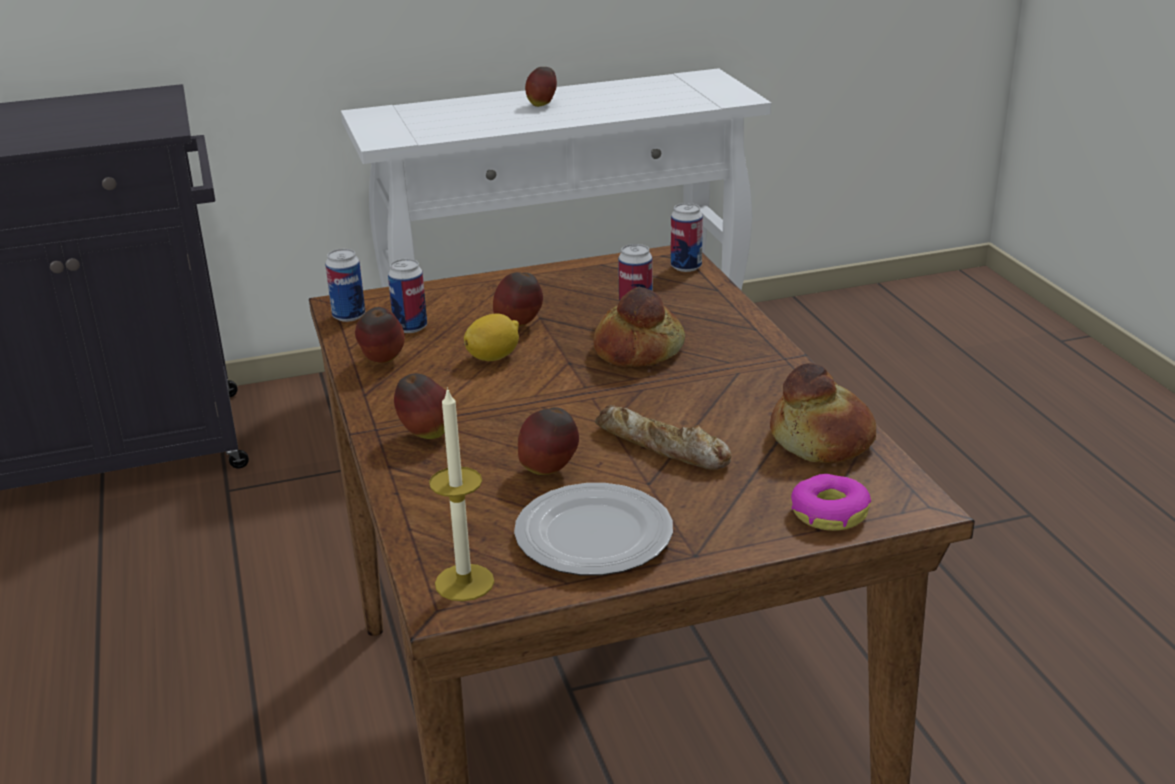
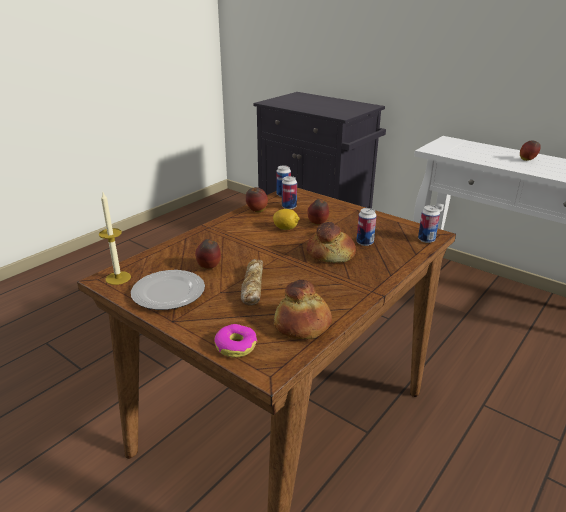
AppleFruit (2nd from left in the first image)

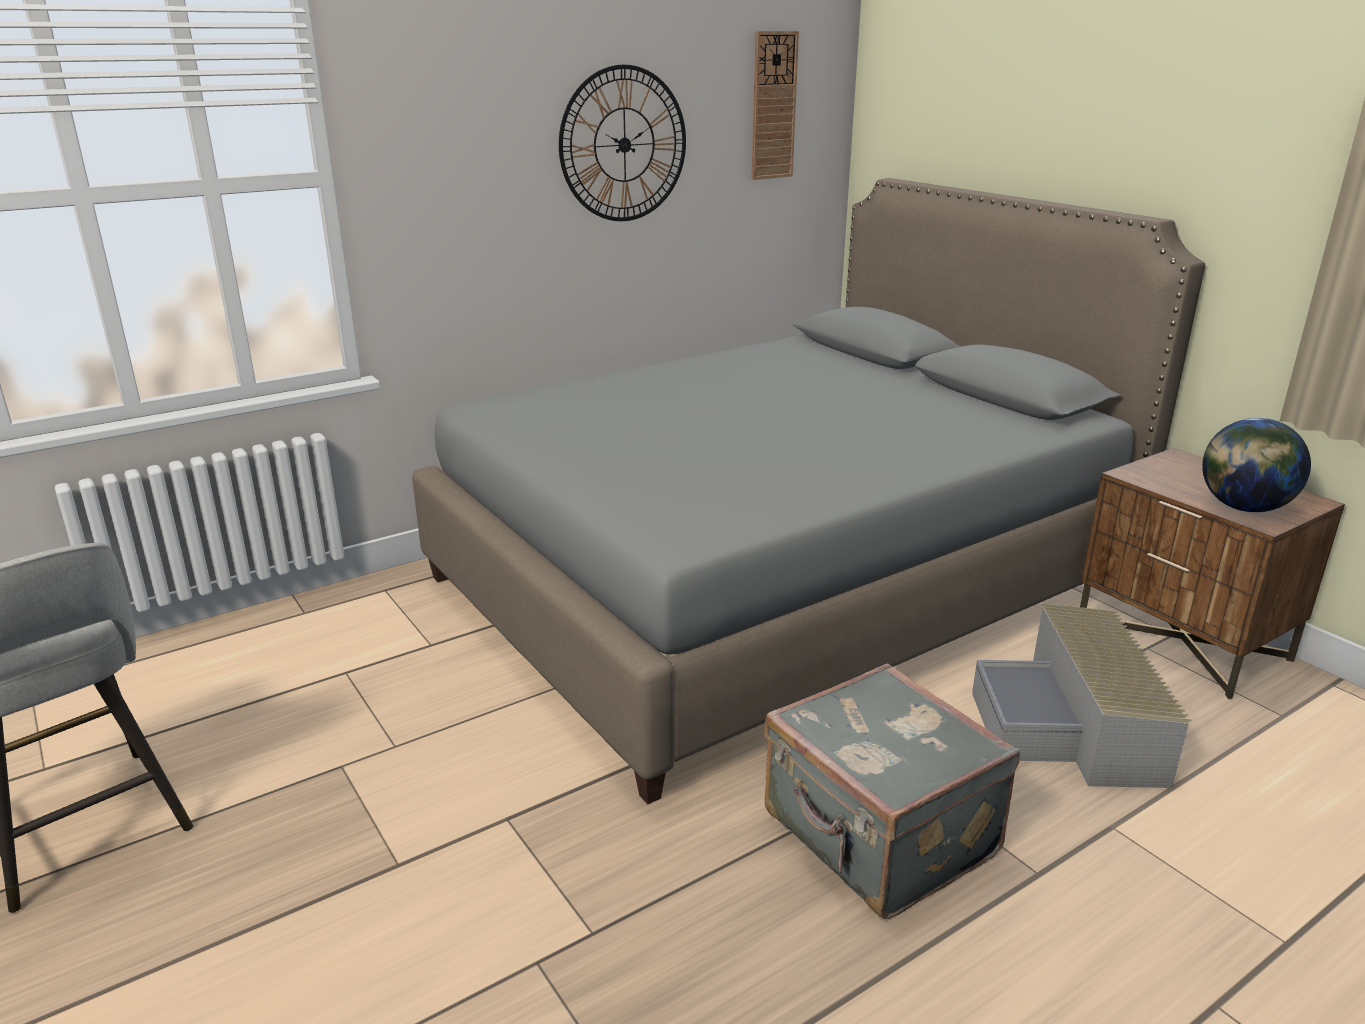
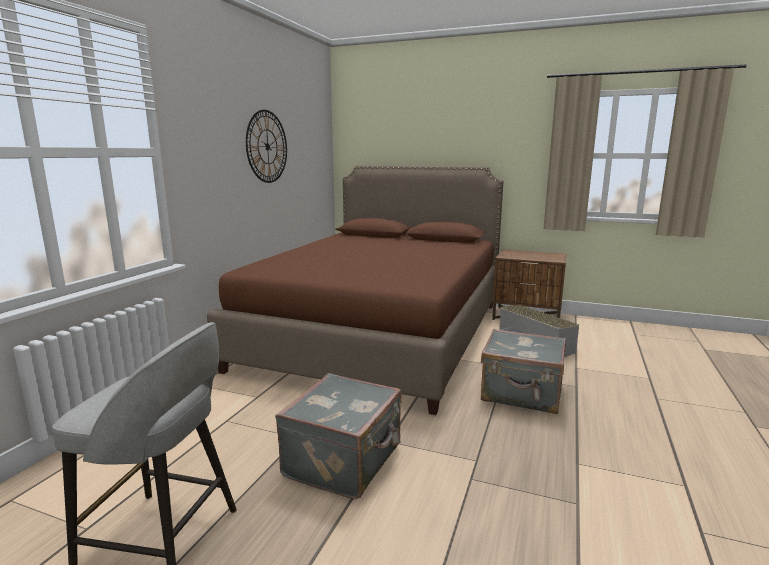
BrownishBedroomBed; ClockOnTheWall (2nd from left in the first image); DeskGlobe; GreyTravelCase (1st from left)

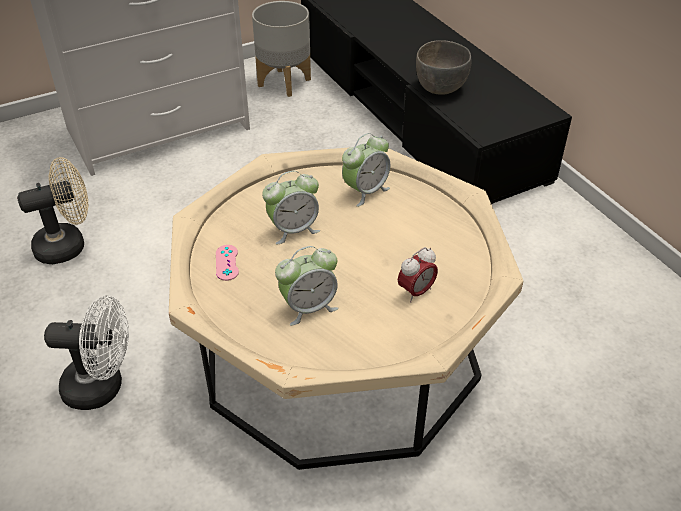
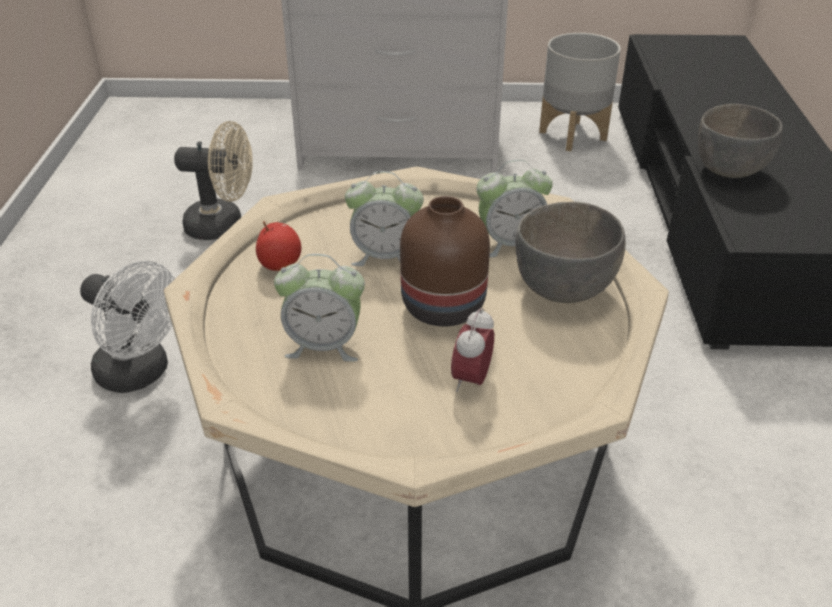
AppleFruit; AlarmClock (3rd from left); BrownishDecorativeVase; GreyDeepDish (1st from left)

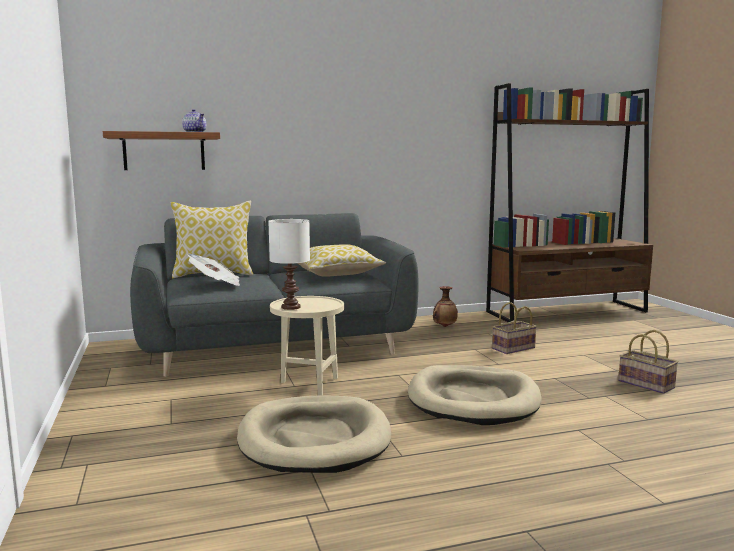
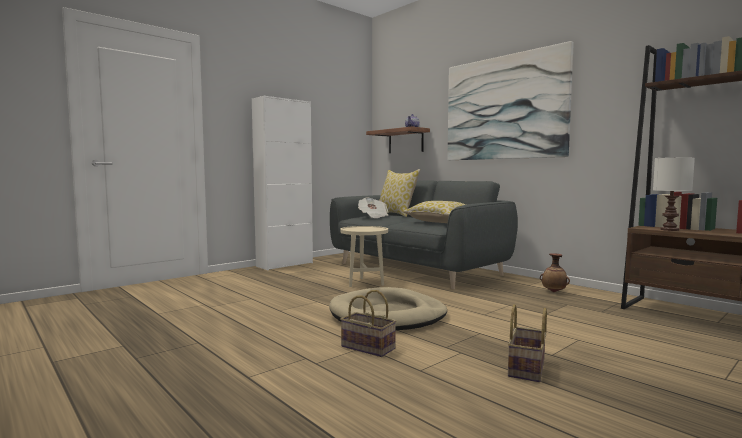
SandColouredDogBed (1st from left in the first image); WhitishTabletopLamp; HouseholdBasket (1st from left); WhitishCupboard; Picture

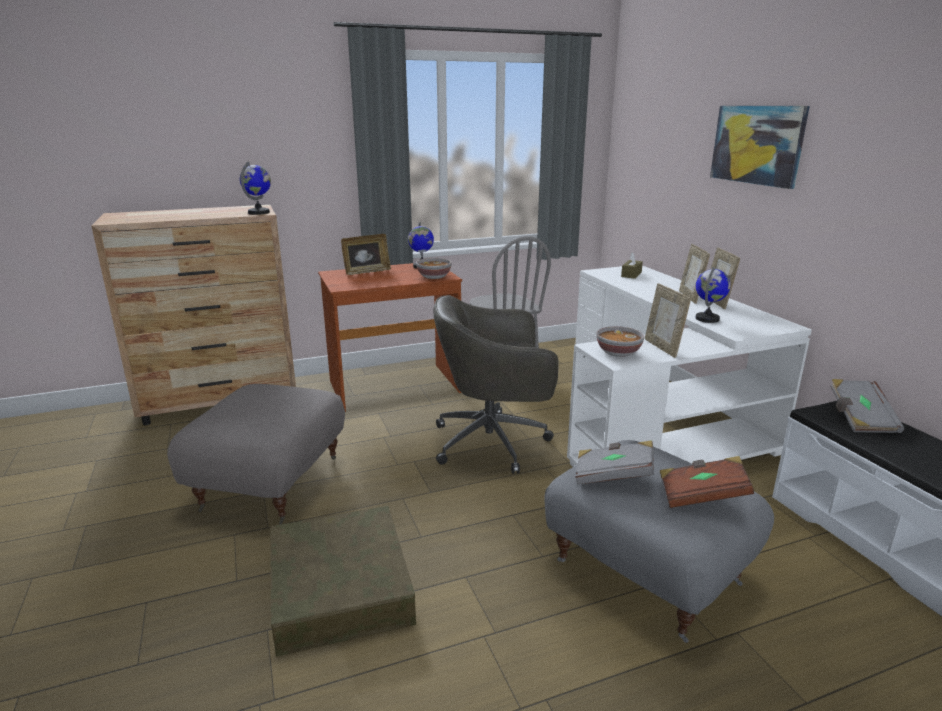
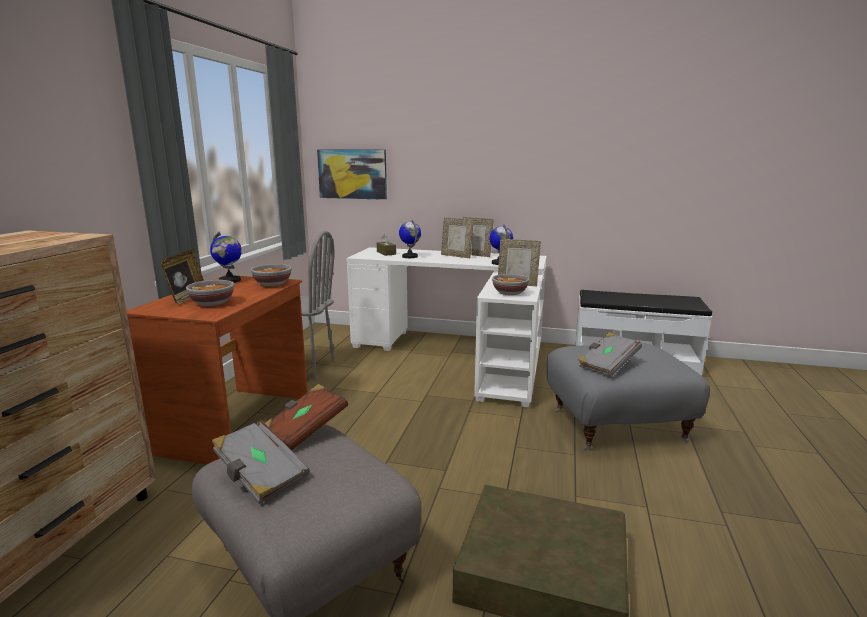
DeskGlobe (2nd from left); GreyOfficeChair; BrownishBoundBook; Picture; GreyBoundBook (1st from left); DeepDish (1st from left)

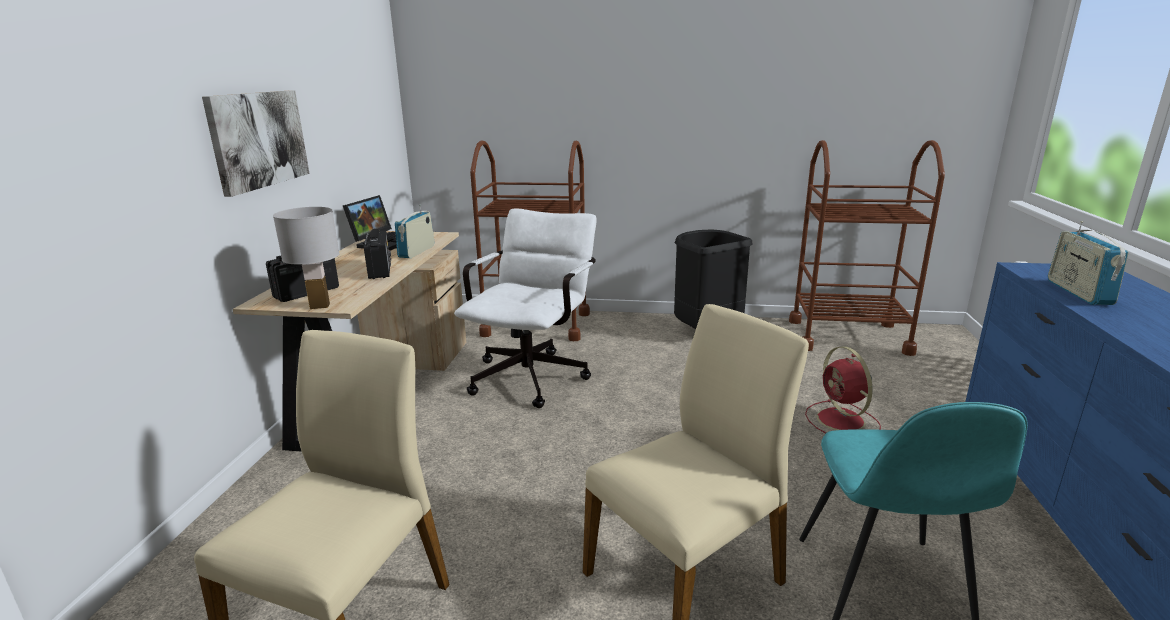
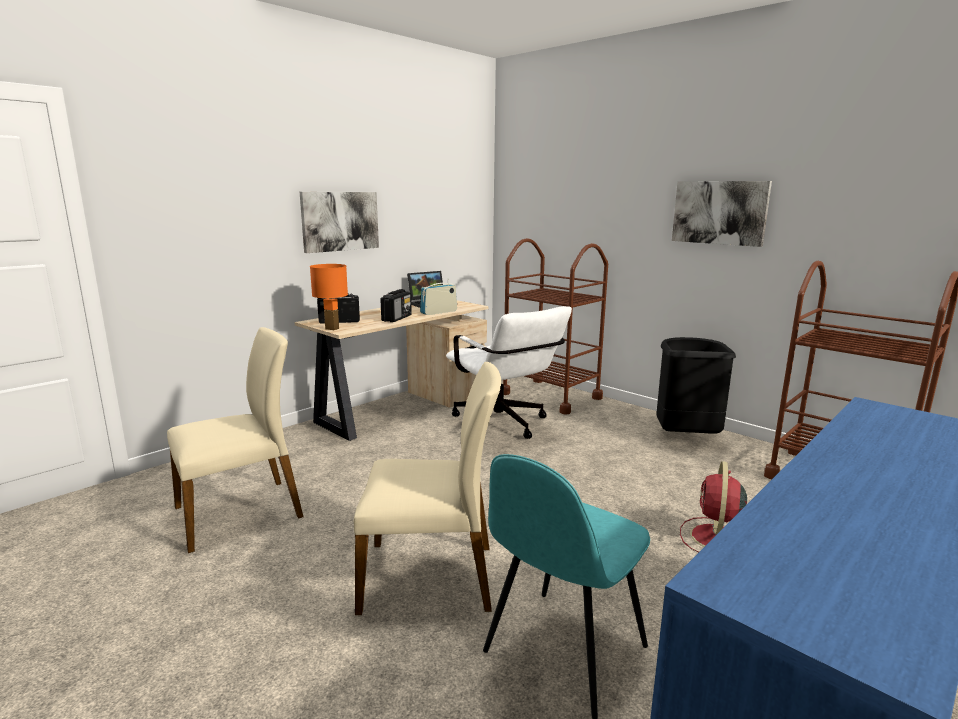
OrangeColouredTabletopLamp; WhitishOfficeChair; Radio (4th from left in the first image); Picture (2nd from left)

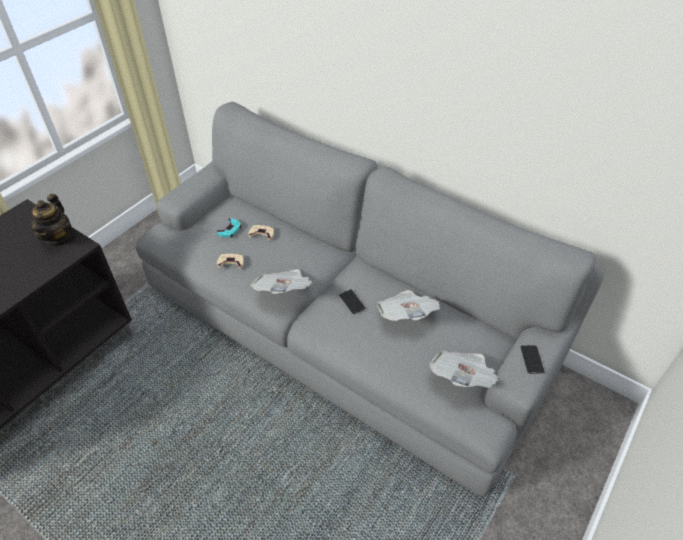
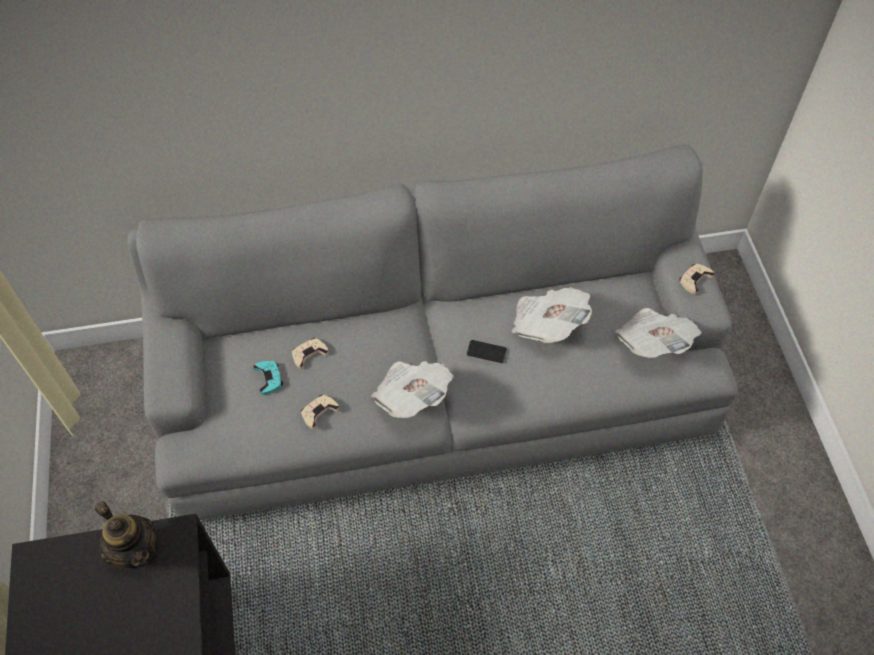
SandColouredJoypad (3rd from left)

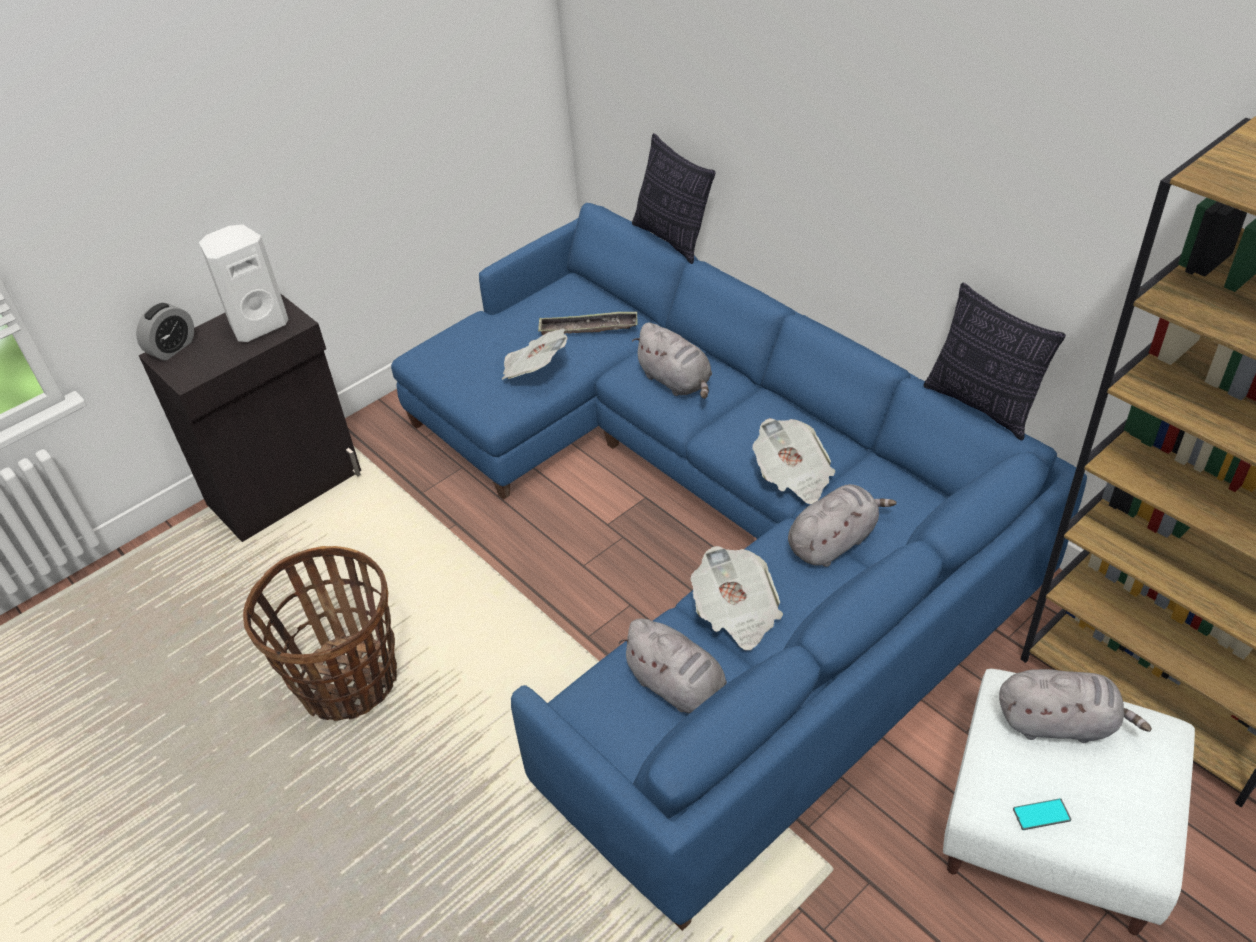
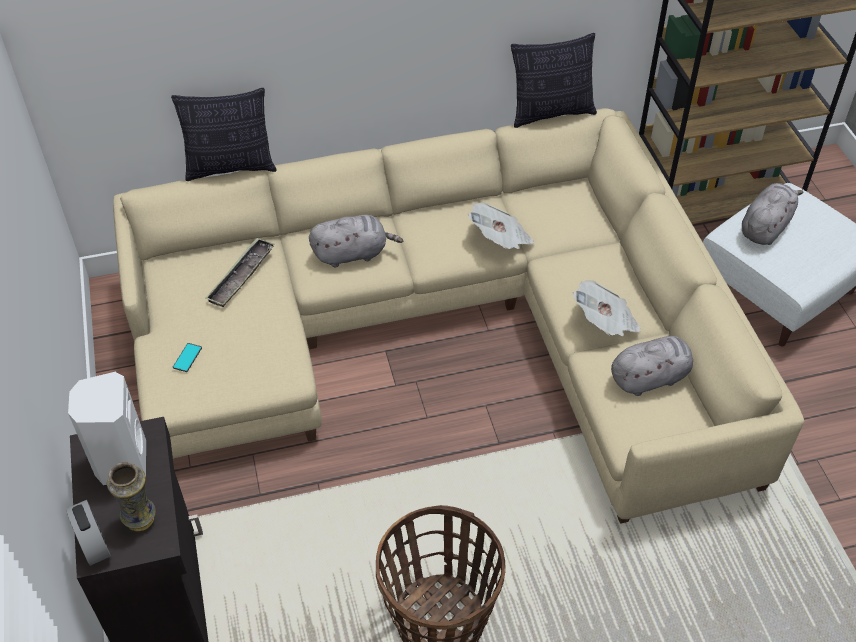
SandColouredSofa; Newspaper (1st from left in the first image); GreyPlushToy (3rd from left in the first image); Phone; DecorativeVase

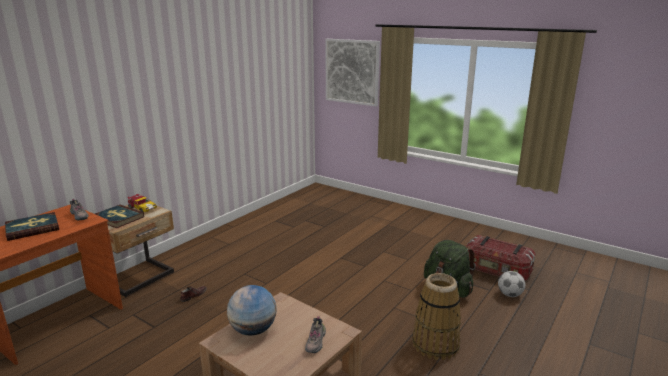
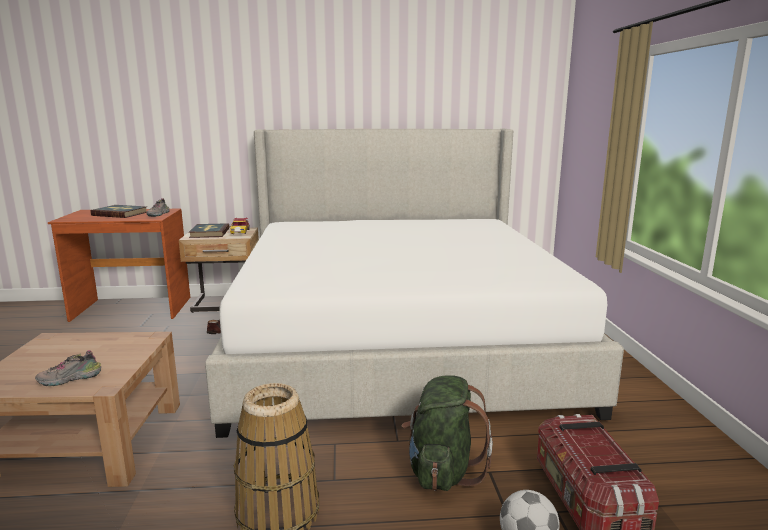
DeskGlobe; Picture; BedroomBed

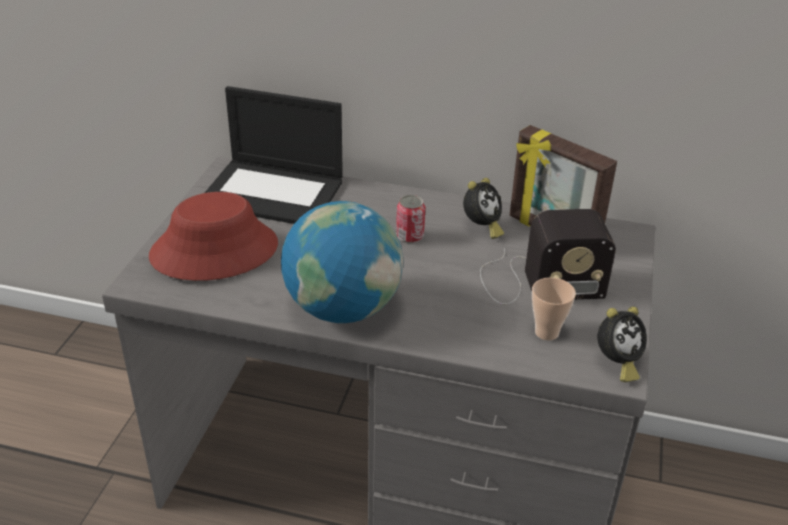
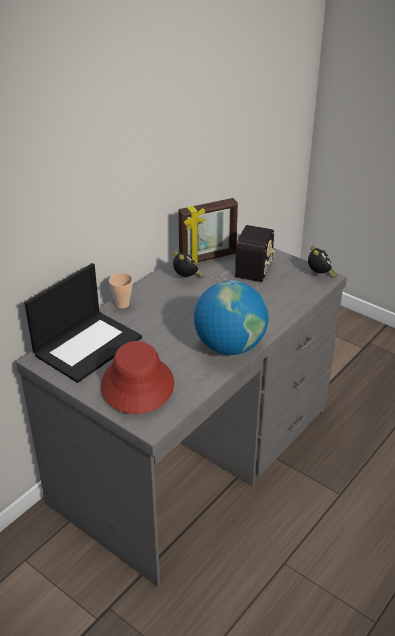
SealedCan; SmallCup

